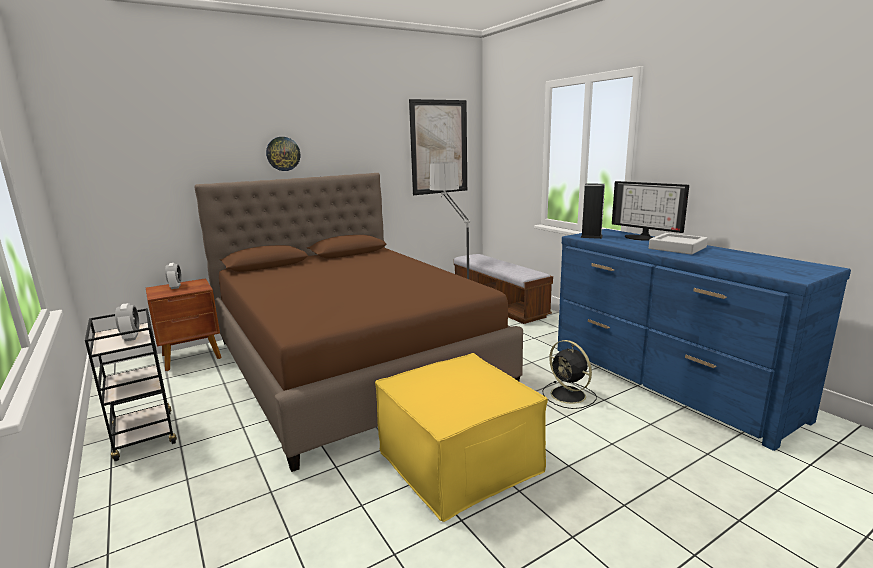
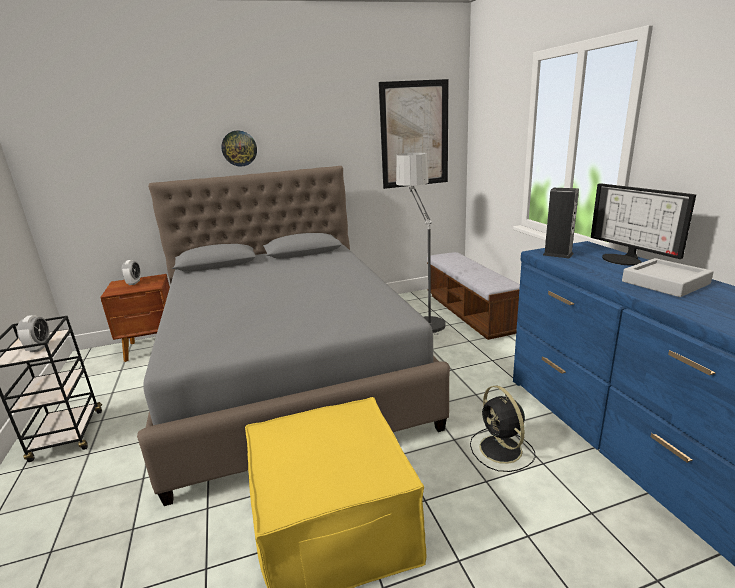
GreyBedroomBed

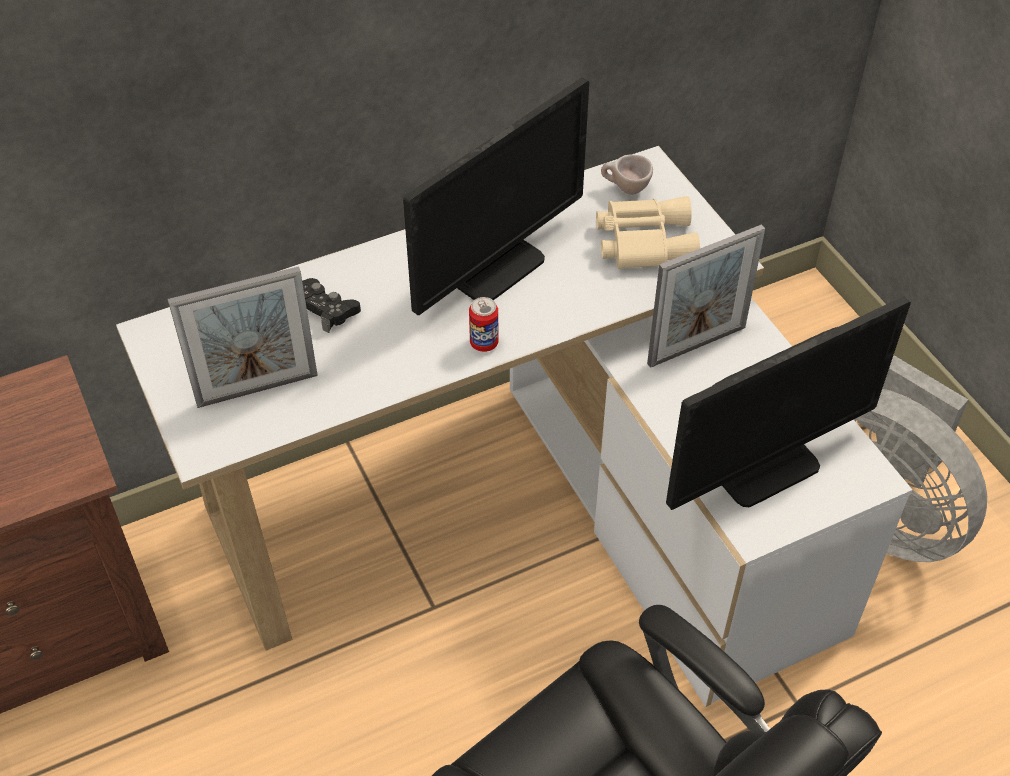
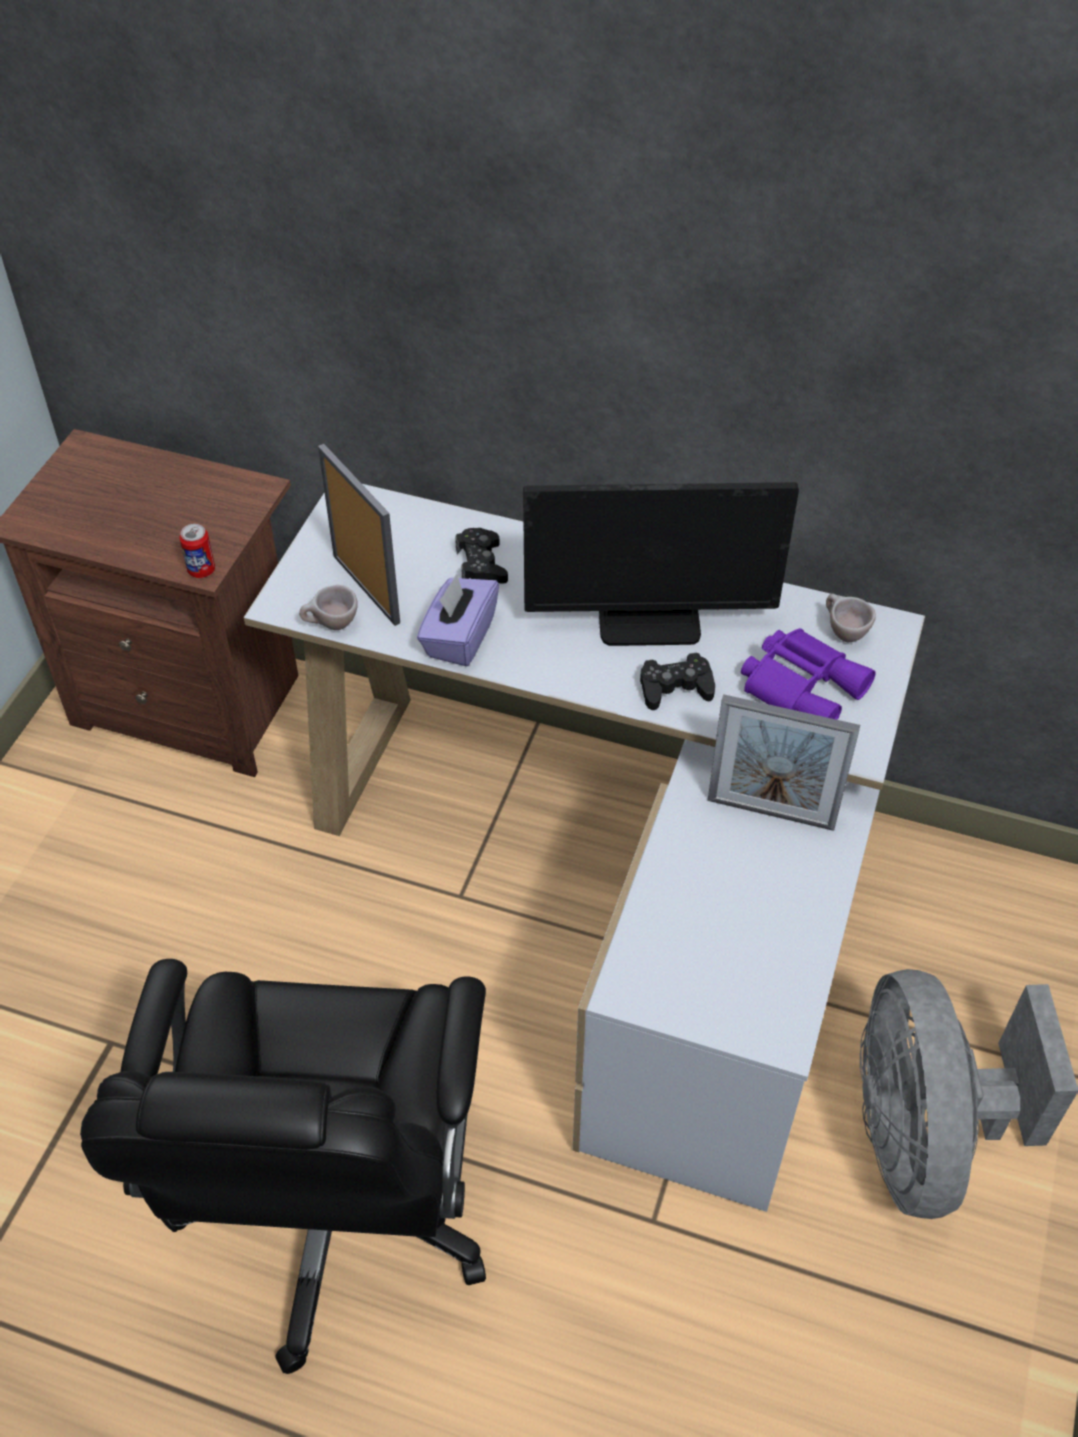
PictureFrame (1st from left); SealedCan; PurplePairOfBinoculars; Monitor (2nd from left in the first image); SandColouredSmallCup (1st from left); PurpleTissueHolder; BlackishJoypad (2nd from left)

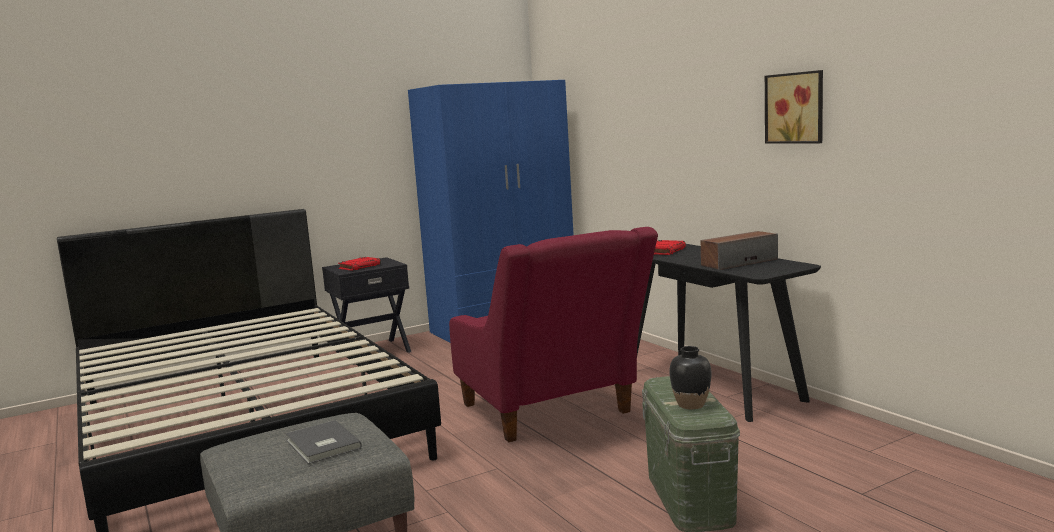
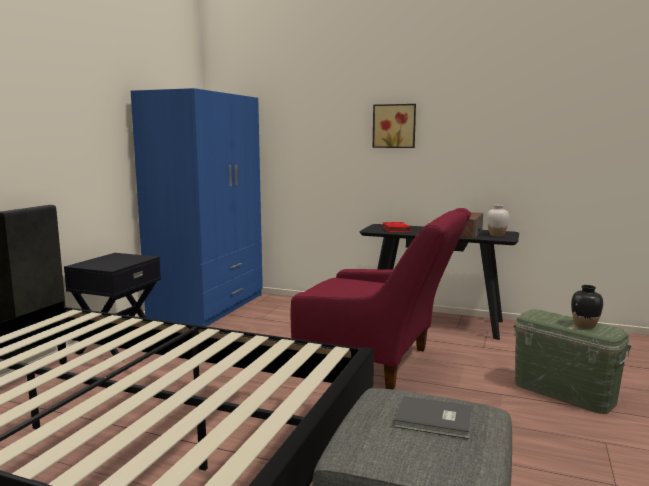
RedBoundBook (1st from left in the first image); Picture; WhitishDecorativeVase

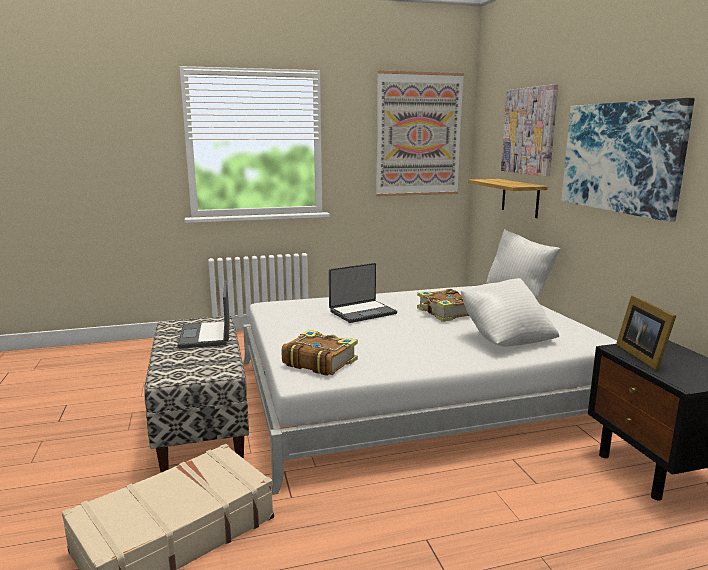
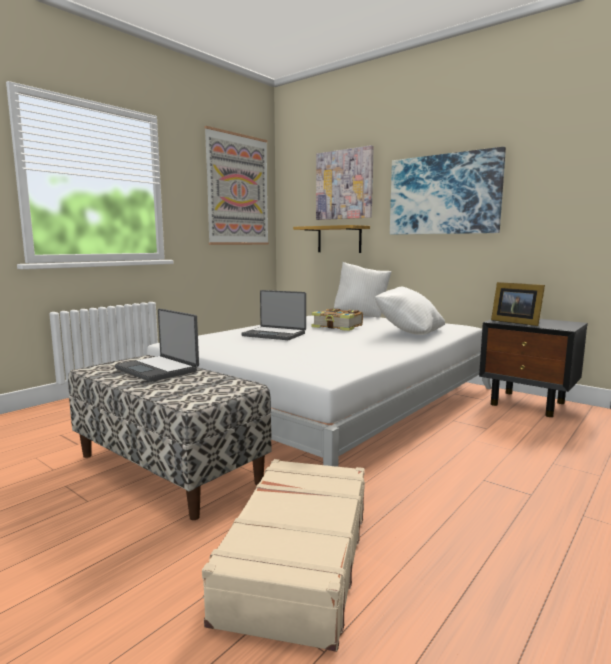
BoundBook (1st from left in the first image); Laptop (2nd from left)

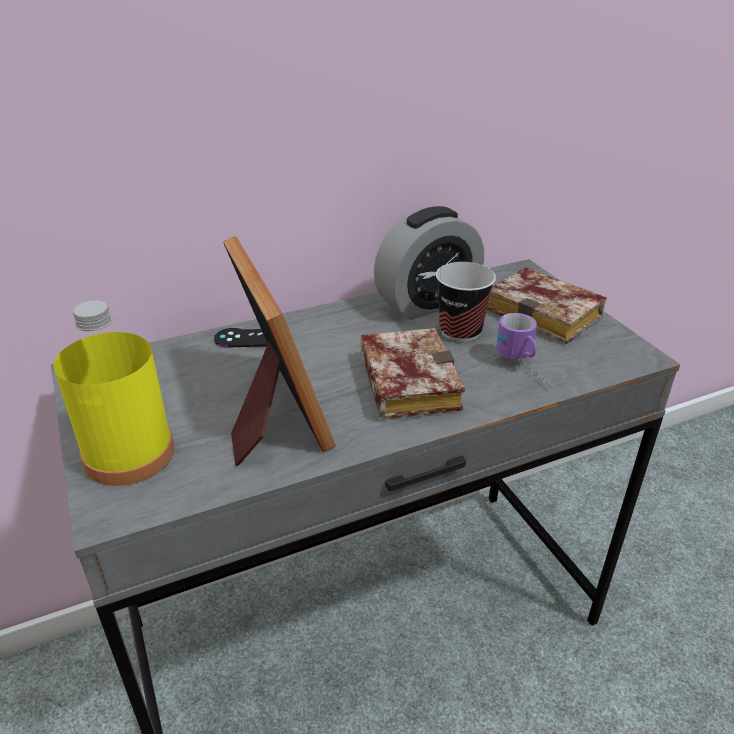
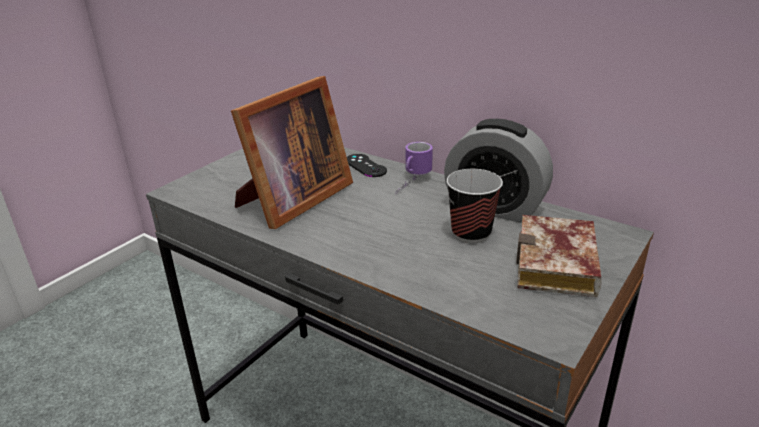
YellowColouredBeverageBottle; BoundBook (1st from left in the first image); CoffeeMug

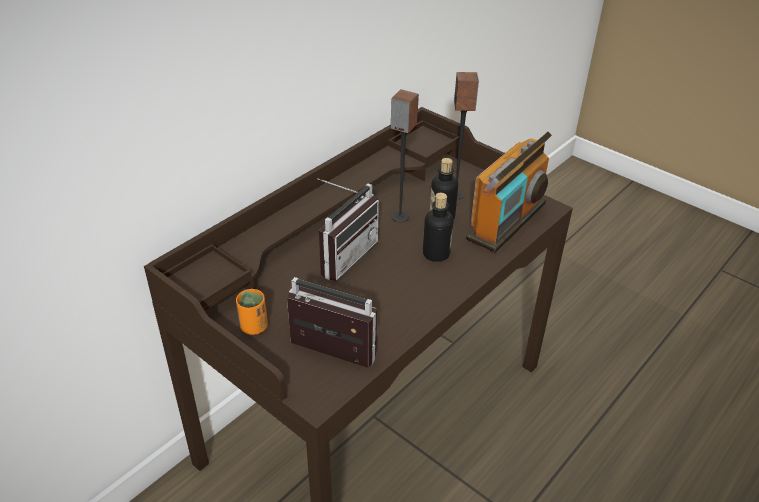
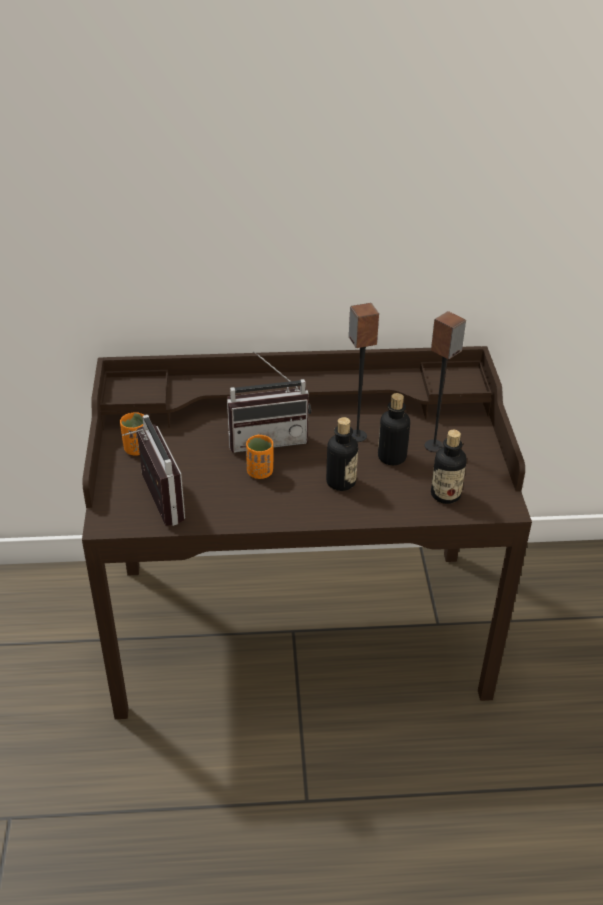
BeverageBottle (3rd from left); OrangeColouredSmallCup (2nd from left)

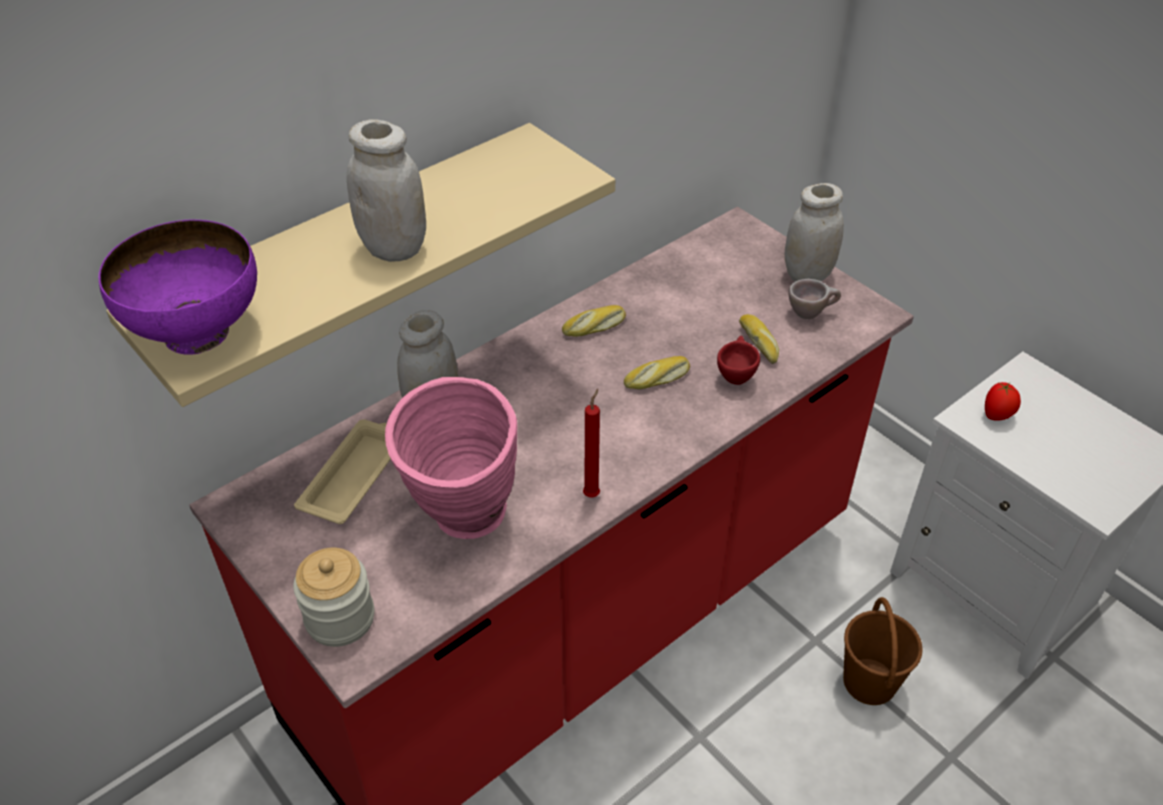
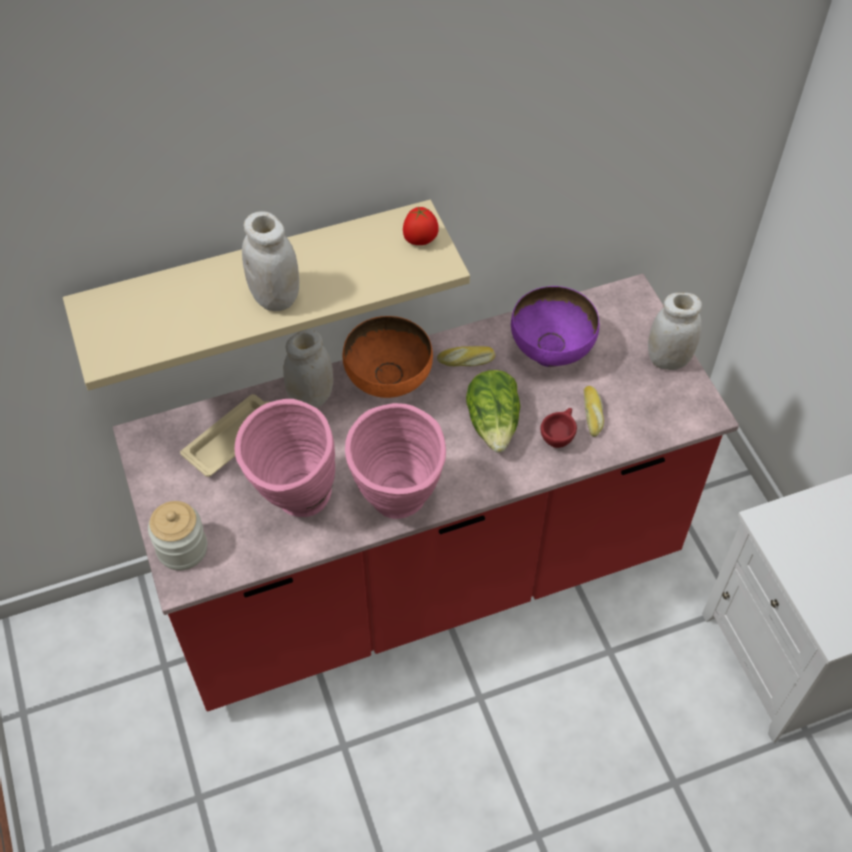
PurpleDeepDish; PinkishDecorativeVase (2nd from left); Lettuce; SandColouredSmallCup; BrownishWaterBucket; WholeTomato; OrangeColouredDeepDish

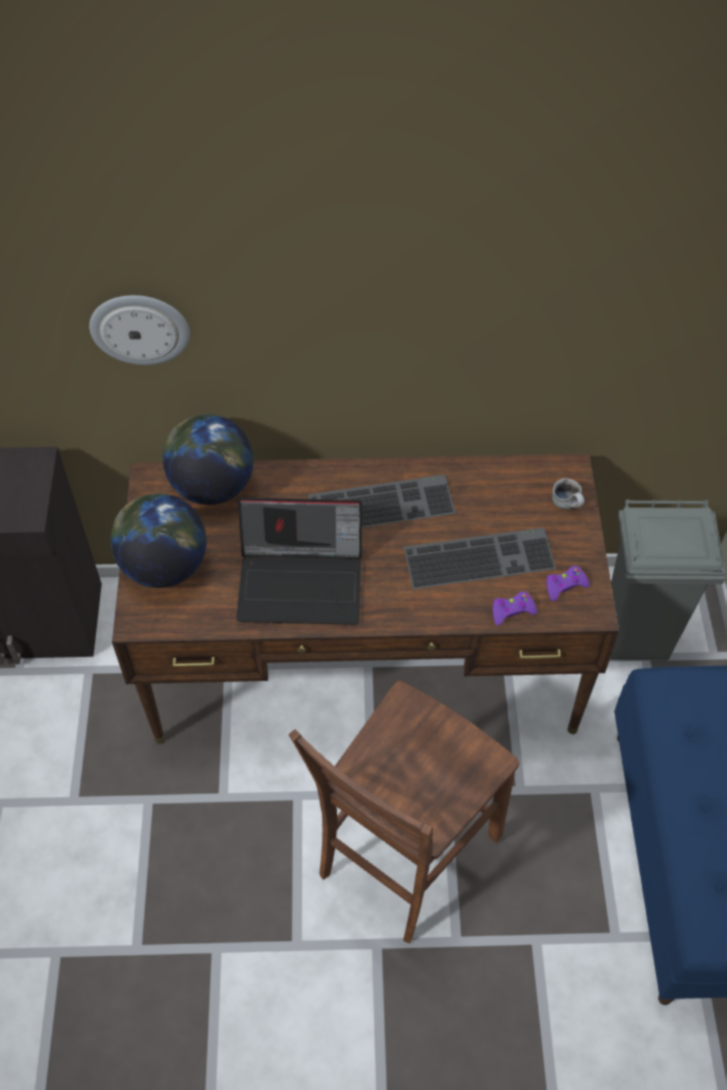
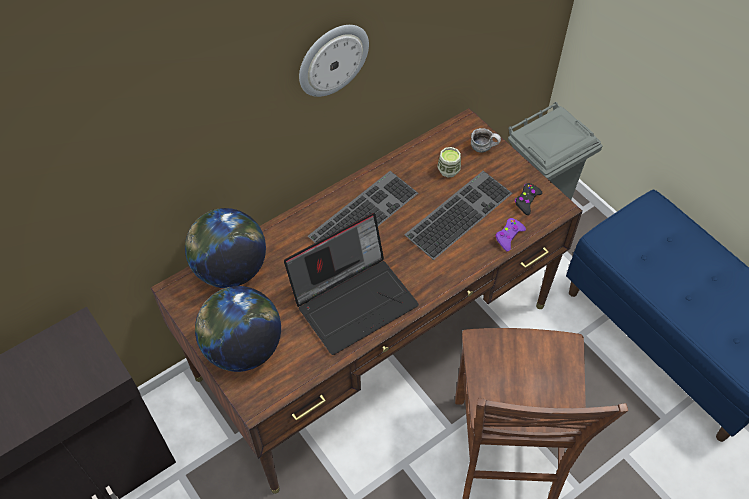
ClockOnTheWall; BlackishJoypad; SmallCup

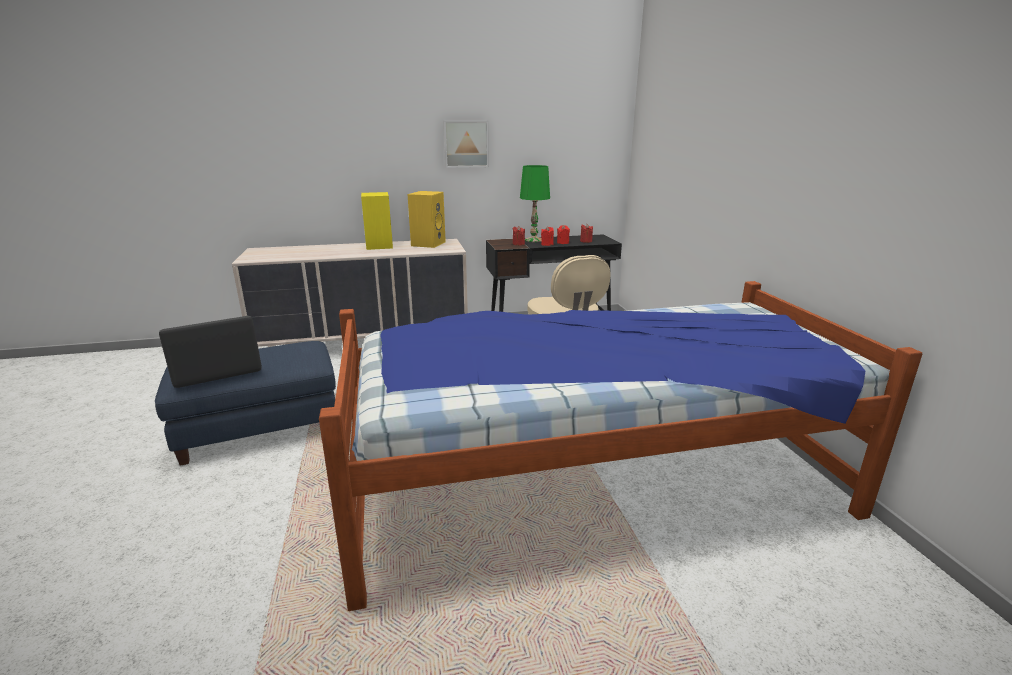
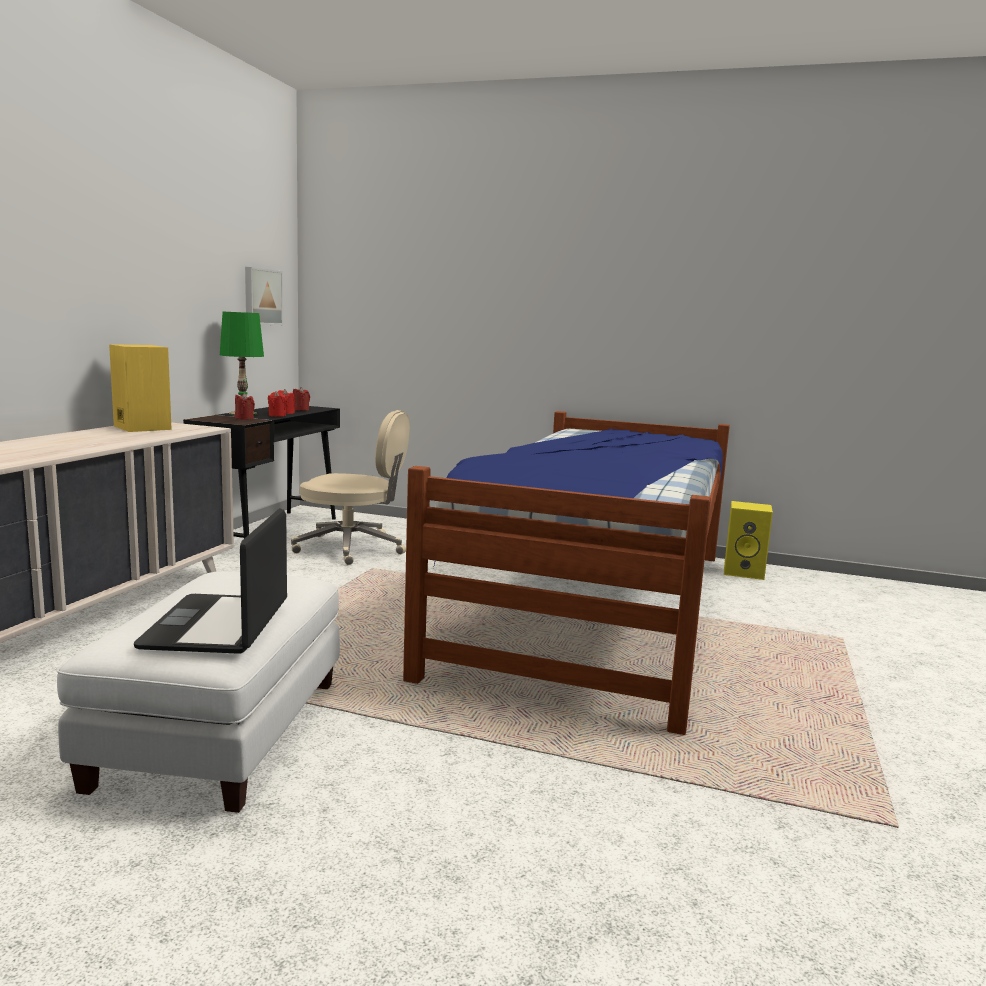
WhitishFootrest; YellowColouredLoudspeaker (2nd from left); Picture

